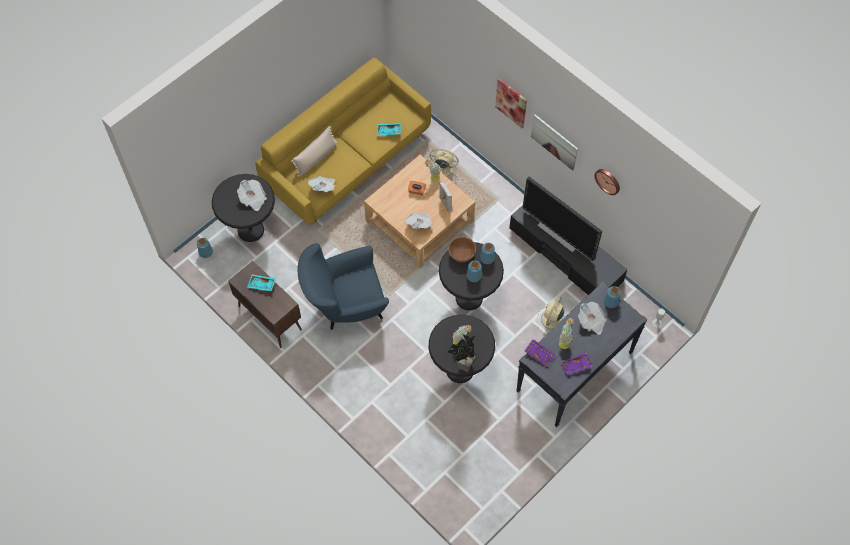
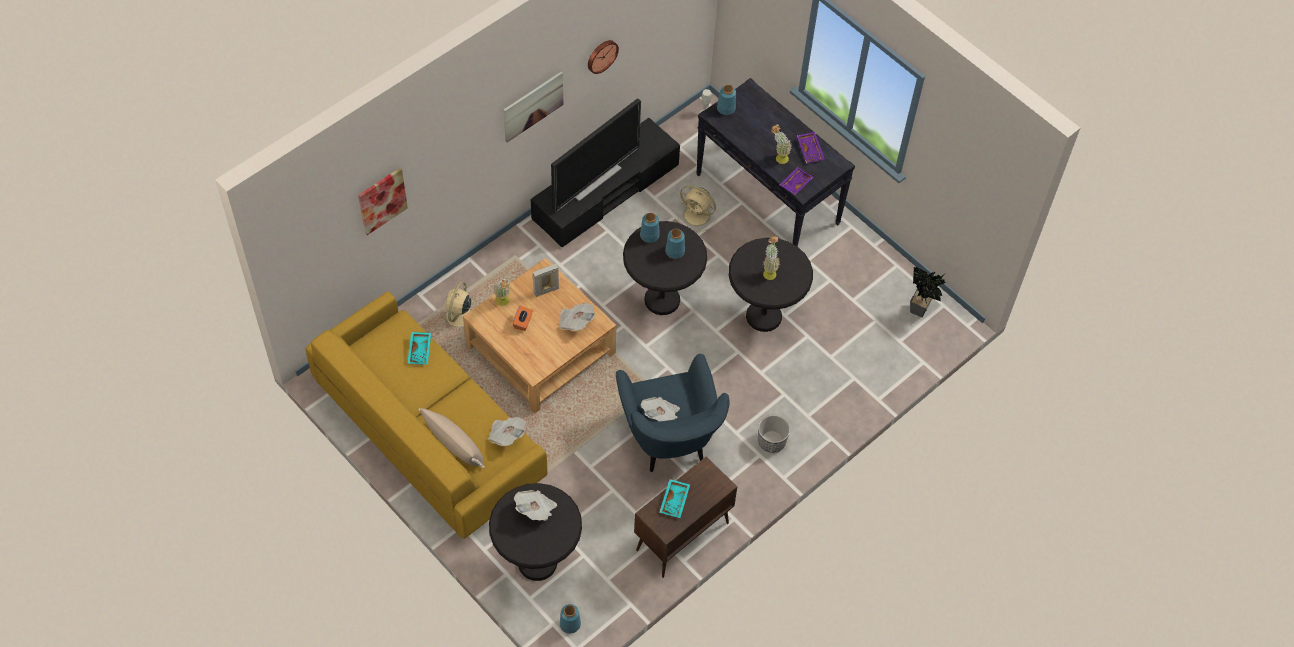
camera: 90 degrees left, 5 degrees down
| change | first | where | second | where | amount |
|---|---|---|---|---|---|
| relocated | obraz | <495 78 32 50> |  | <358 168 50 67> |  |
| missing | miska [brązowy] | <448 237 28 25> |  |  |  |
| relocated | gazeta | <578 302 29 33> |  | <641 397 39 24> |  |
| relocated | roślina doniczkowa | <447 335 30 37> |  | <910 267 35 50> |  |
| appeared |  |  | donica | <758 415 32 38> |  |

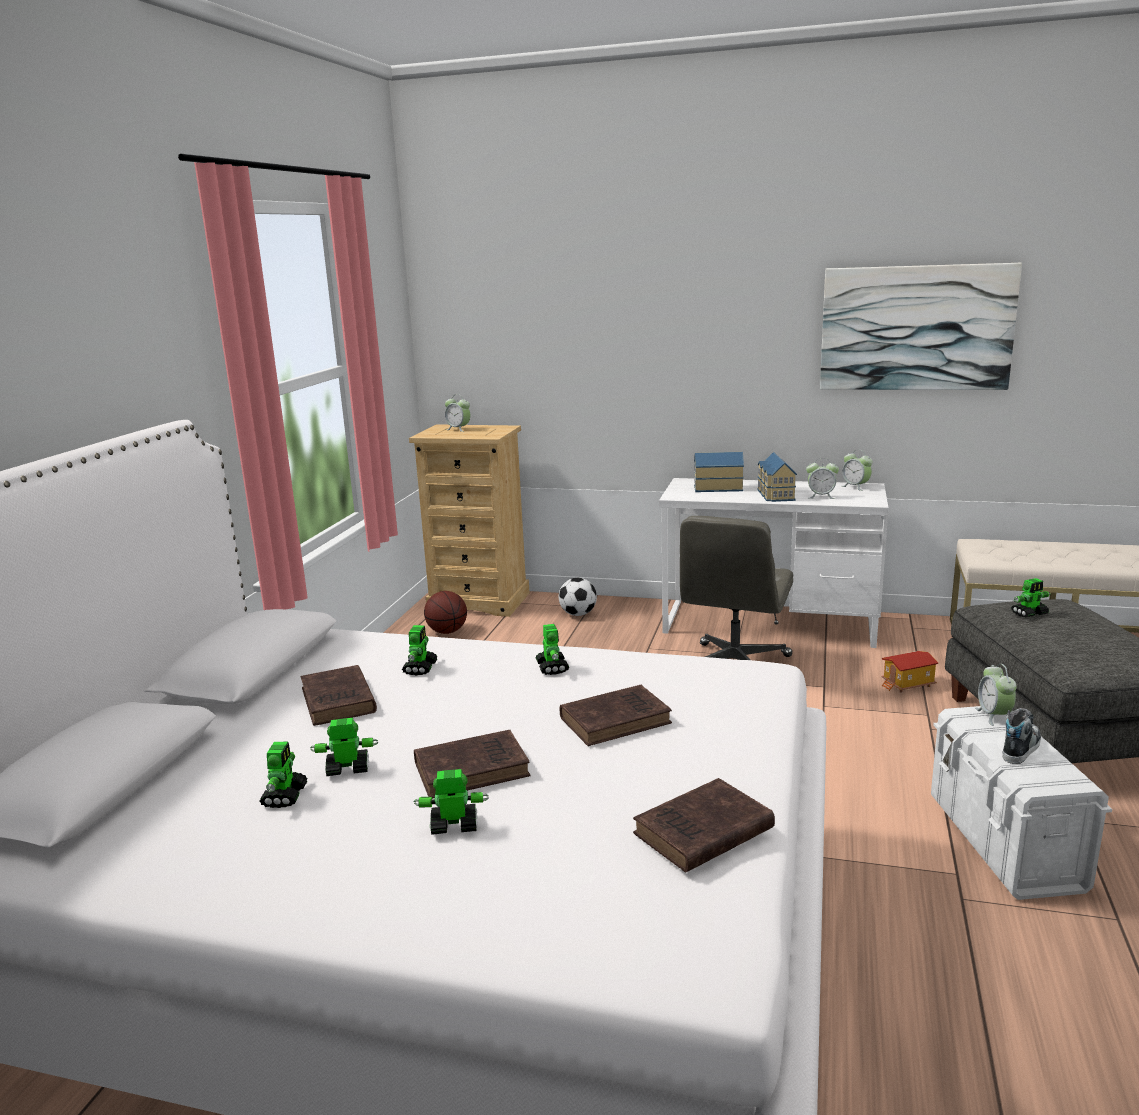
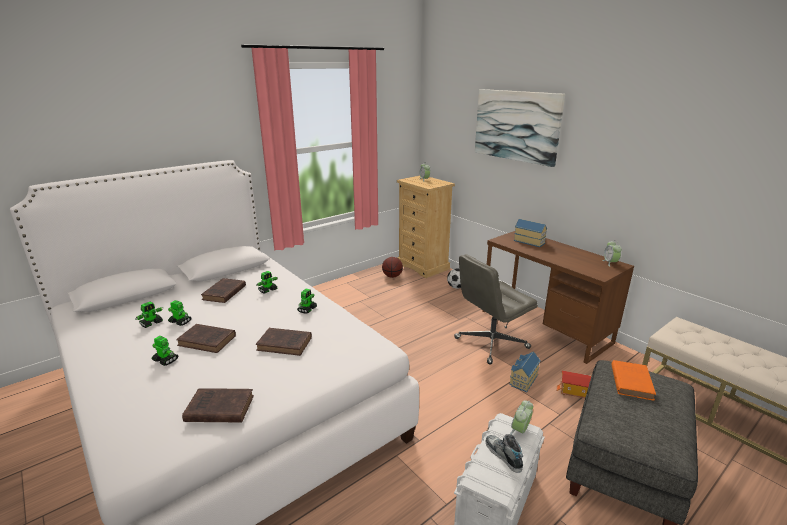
camera: 35 degrees right, 5 degrees up
| change | first | where | second | where | amount |
|---|---|---|---|---|---|
| relocated | obraz | <820 263 202 127> |  | <475 89 90 78> |  |
| relocated | domek | <757 452 40 50> |  | <509 351 32 41> |  |
| missing | budzik | <806 458 33 41> |  |  |  |
| colour | biurko [biały] | <659 478 230 170> | biurko [brązowy] | <482 231 152 133> |  |
| exchanged | robot zabawkowy | <1011 578 39 40> | książka [pomarańczowy] | <611 360 45 40> |  |
| spun | but | <1002 708 39 56> |  | <486 434 37 39> | 105 degrees counterclockwise |

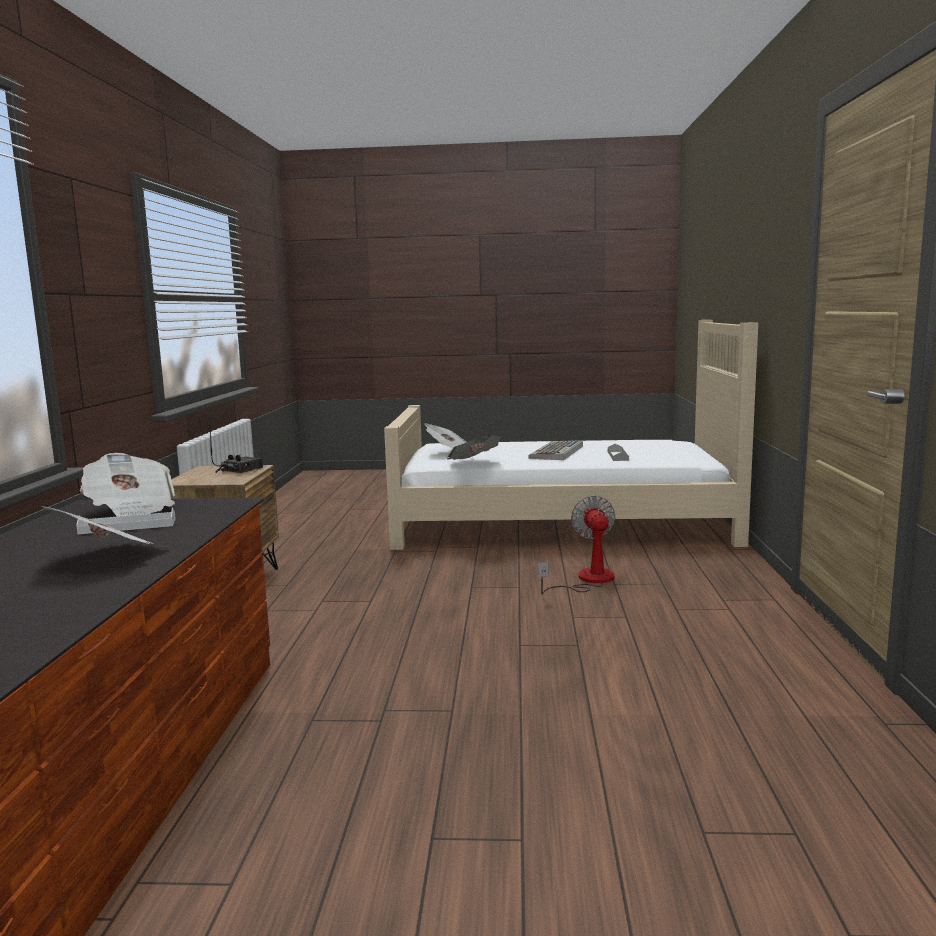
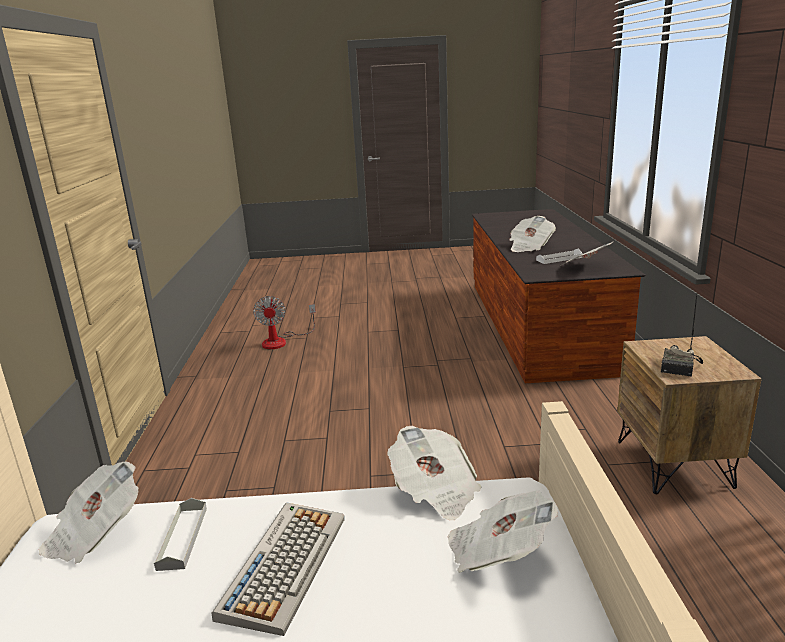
camera: 175 degrees right, 10 degrees up
| change | first | where | second | where | amount |
|---|---|---|---|---|---|
| relocated | wentylator | <538 495 77 100> |  | <253 296 63 53> |  |
| appeared |  |  | gazeta | <39 461 100 102> |  |

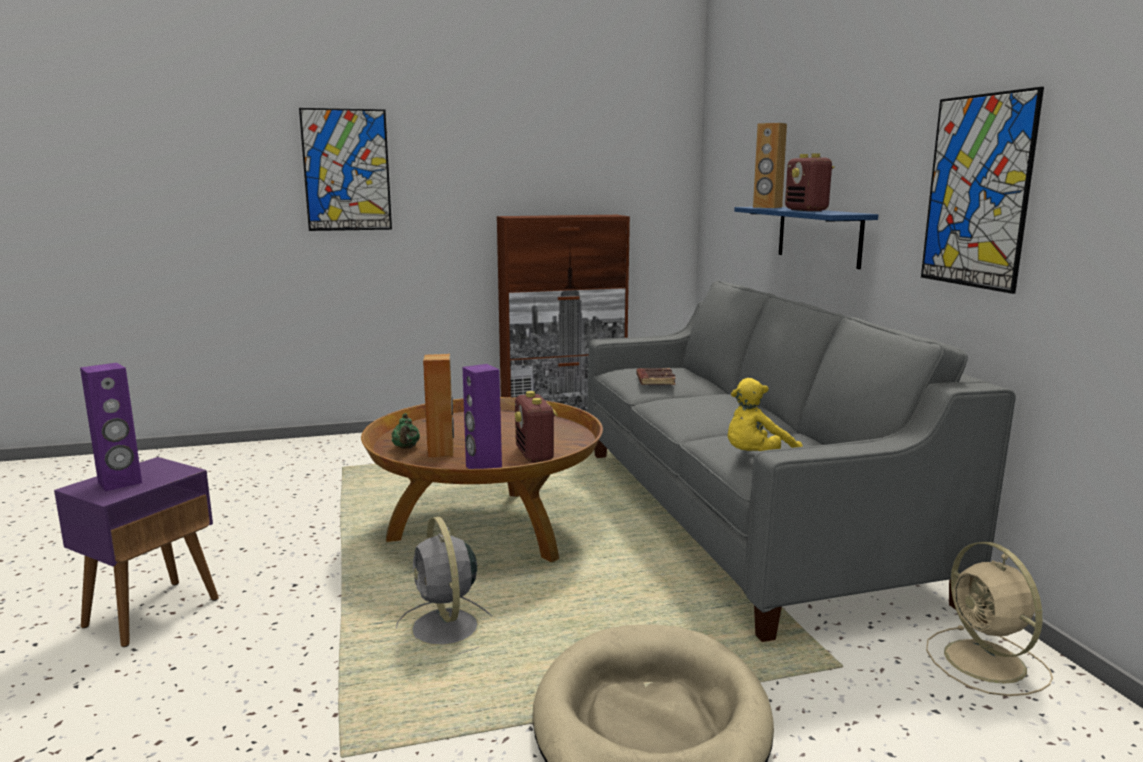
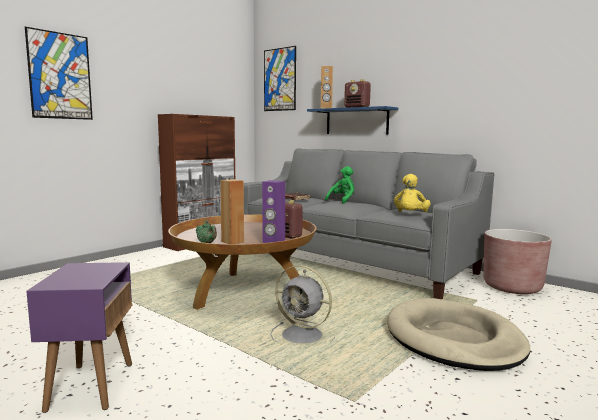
camera: 35 degrees left, 5 degrees down
| change | first | where | second | where | amount |
|---|---|---|---|---|---|
| relocated | obraz | <921 87 123 207> |  | <264 46 32 65> |  |
| missing | głośnik [fioletowy] | <80 363 62 128> |  |  |  |
| exchanged | wentylator [beżowy] | <926 542 127 154> | donica [brązowy] | <484 229 68 65> |  |
| appeared |  |  | pluszak [zielony] | <325 166 29 38> |  |

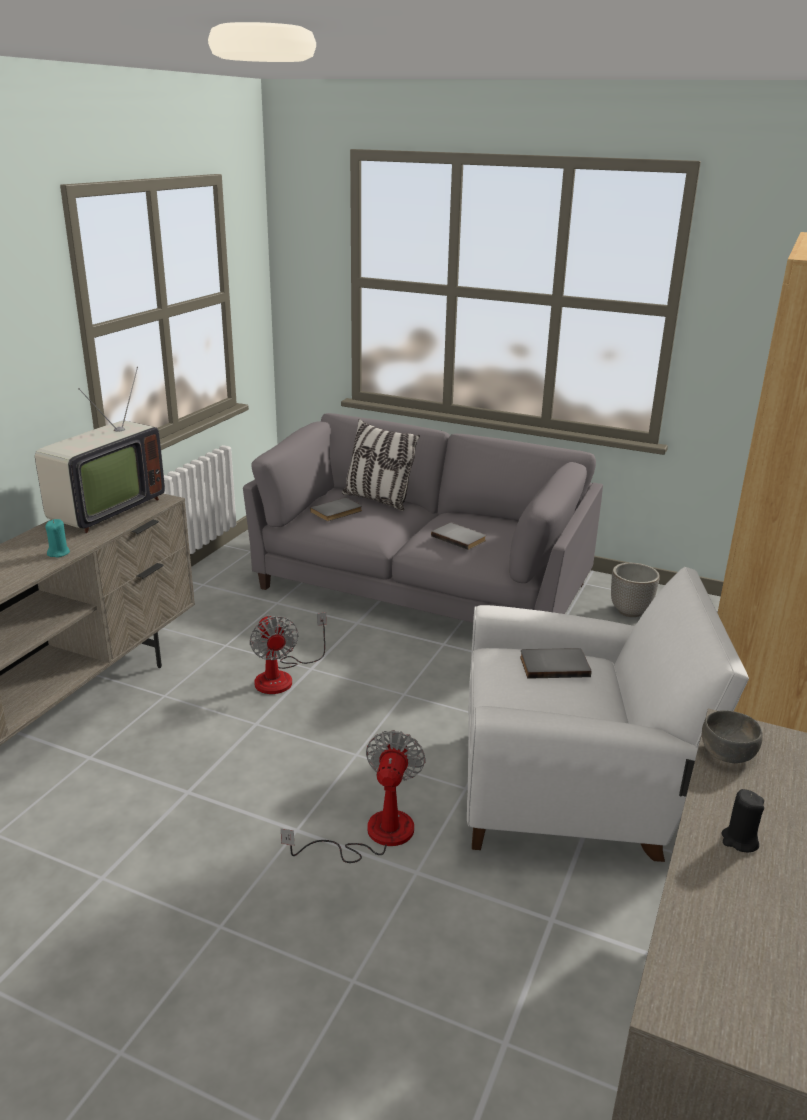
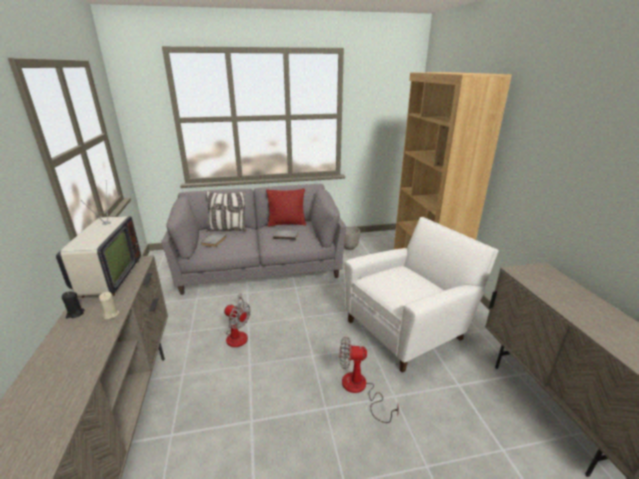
camera: 35 degrees left, 0 degrees up
| change | first | where | second | where | amount |
|---|---|---|---|---|---|
| colour | świeca [turkusowy] | <45 519 25 39> | świeca [beżowy] | <99 292 20 28> |  |
| missing | książka [szary] | <520 648 72 31> |  |  |  |
| missing | miska [szary] | <702 710 61 53> |  |  |  |
| spun | wentylator | <281 730 145 133> |  | <340 336 59 87> | 60 degrees counterclockwise |
| relocated | świeca [czarny] | <721 789 43 63> |  | <62 291 22 27> |  |
| appeared |  |  | poduszka [czerwony] | <266 188 40 39> |  |

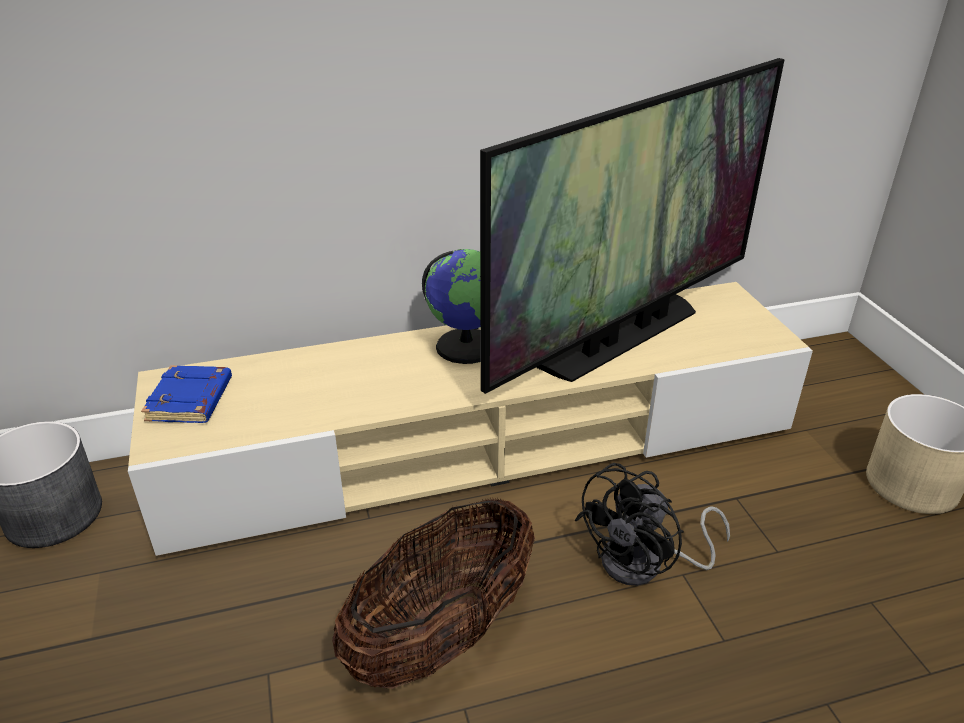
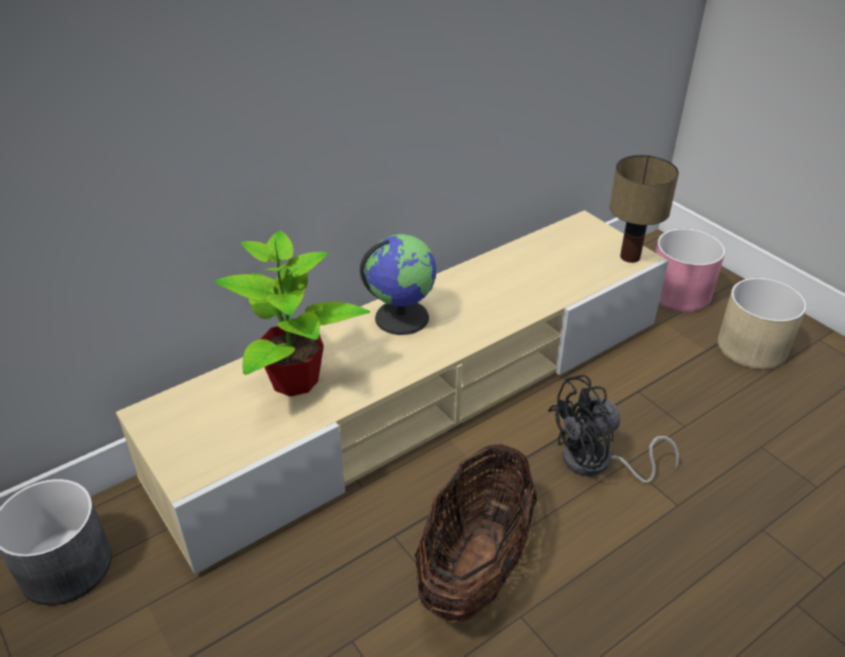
camera: 20 degrees left, 5 degrees up
| change | first | where | second | where | amount |
|---|---|---|---|---|---|
| missing | telewizor | <480 58 305 336> |  |  |  |
| missing | książka [niebieski] | <141 365 91 58> |  |  |  |
| spun | wentylator [czarny] | <575 463 155 123> |  | <548 375 131 109> | 45 degrees clockwise |
| appeared |  |  | lampa stołowa | <609 155 70 108> |  |
| appeared |  |  | donica [różowy] | <655 228 70 84> |  |
| appeared |  |  | roślina doniczkowa | <214 230 156 167> |  |

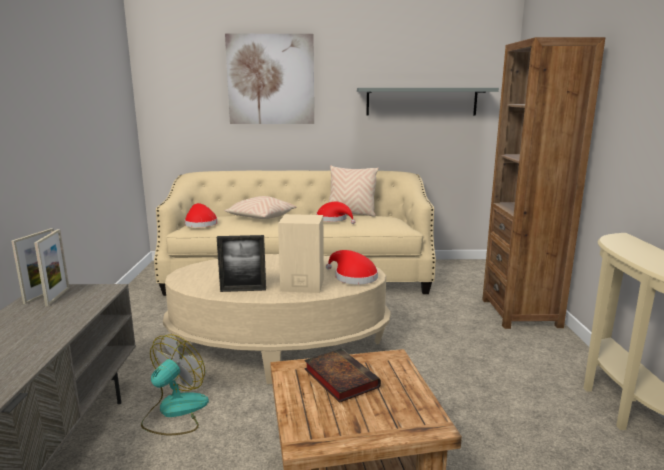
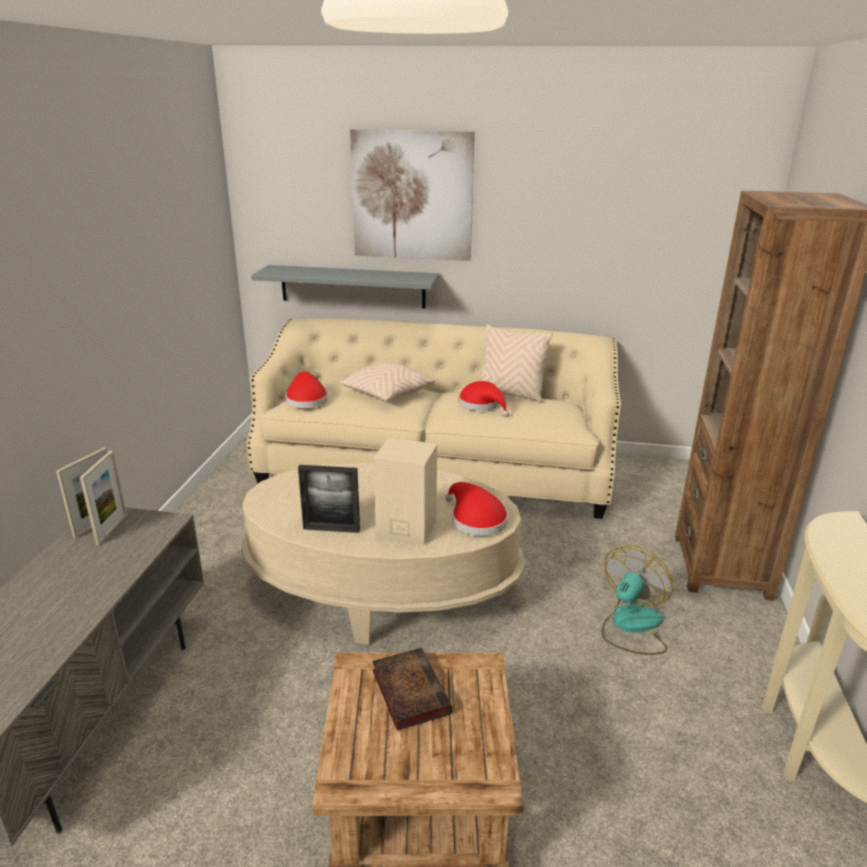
camera: 10 degrees right, 10 degrees up
| change | first | where | second | where | amount |
|---|---|---|---|---|---|
| relocated | półka [szary] | <357 88 142 28> |  | <251 265 188 43> |  |
| relocated | wentylator | <141 334 68 101> |  | <602 545 71 110> |  |

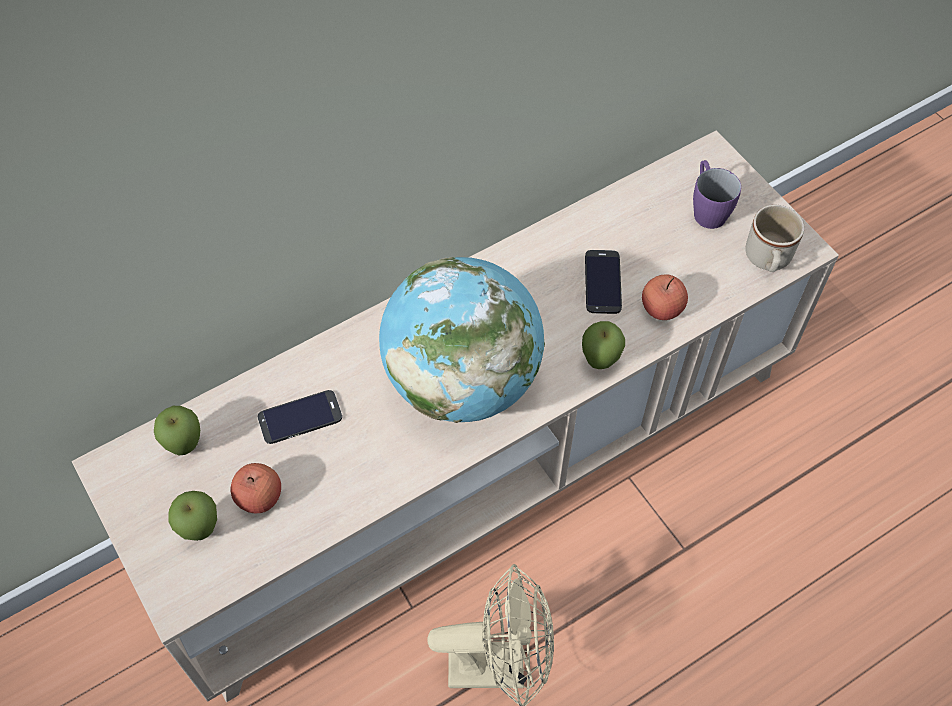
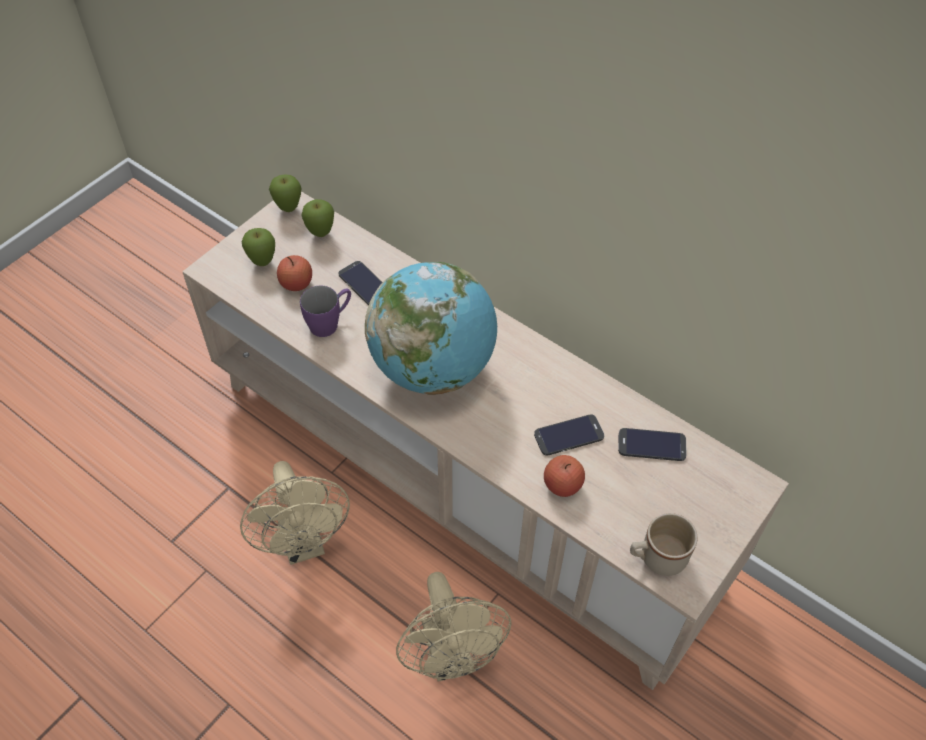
camera: 70 degrees right, 5 degrees down
| change | first | where | second | where | amount |
|---|---|---|---|---|---|
| relocated | kubek [fioletowy] | <693 160 48 69> |  | <300 285 51 52> |  |
| relocated | jabłko | <582 321 43 48> |  | <269 175 32 37> |  |
| appeared |  |  | telefon | <618 428 68 33> |  |
| appeared |  |  | wentylator [beżowy] | <396 572 116 110> |  |

